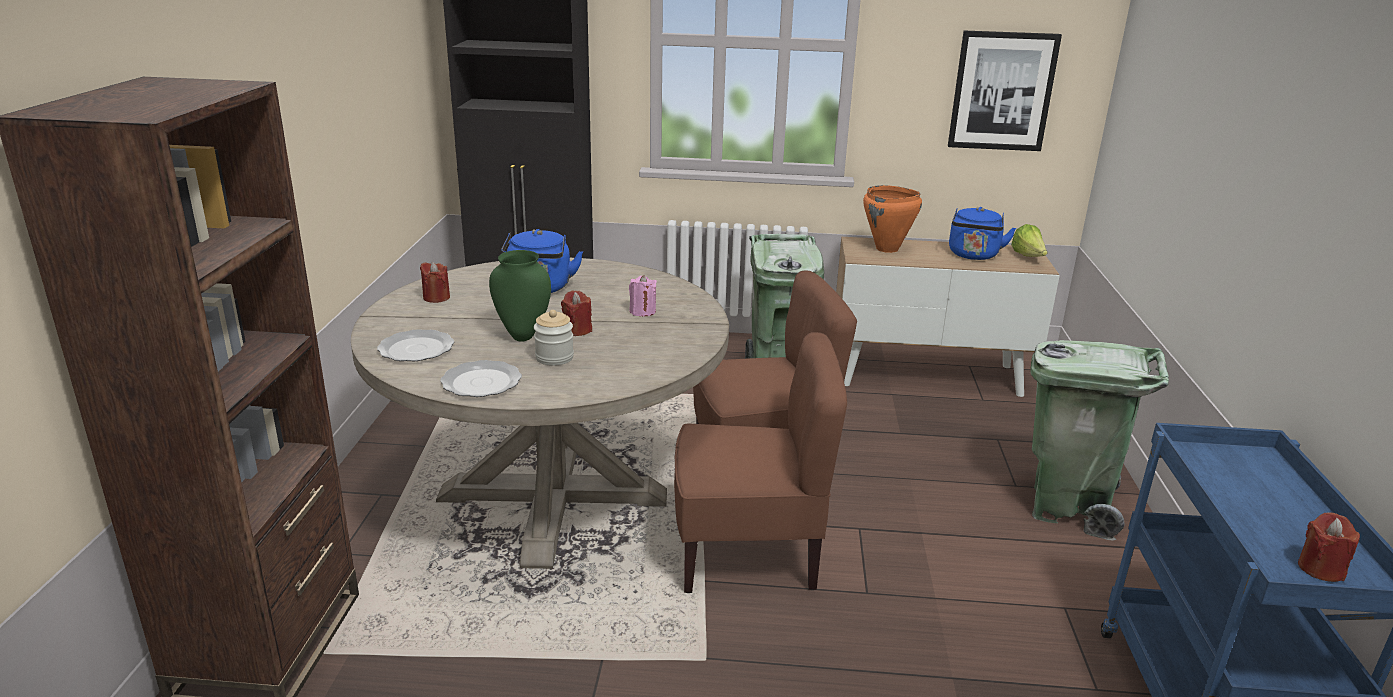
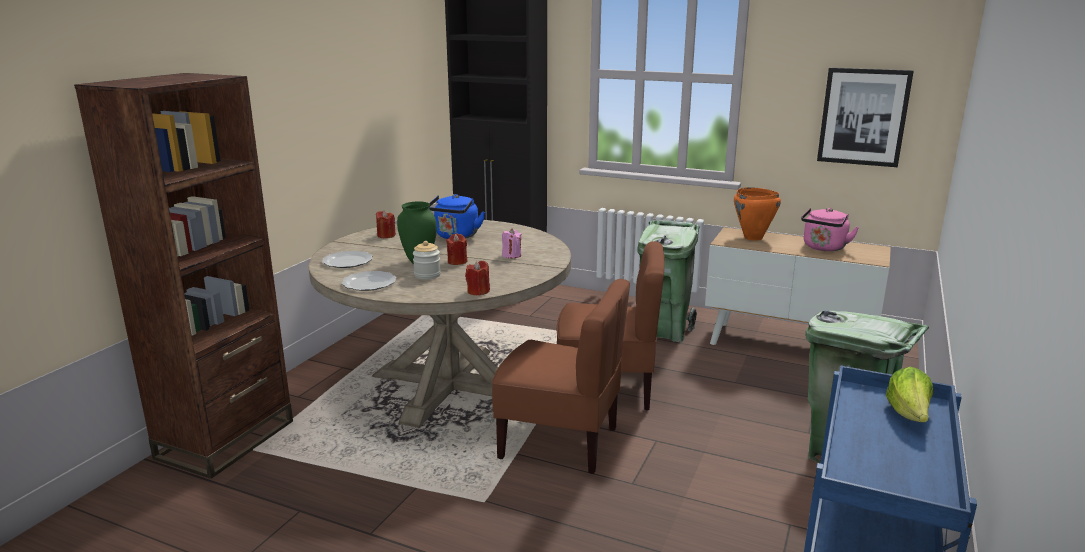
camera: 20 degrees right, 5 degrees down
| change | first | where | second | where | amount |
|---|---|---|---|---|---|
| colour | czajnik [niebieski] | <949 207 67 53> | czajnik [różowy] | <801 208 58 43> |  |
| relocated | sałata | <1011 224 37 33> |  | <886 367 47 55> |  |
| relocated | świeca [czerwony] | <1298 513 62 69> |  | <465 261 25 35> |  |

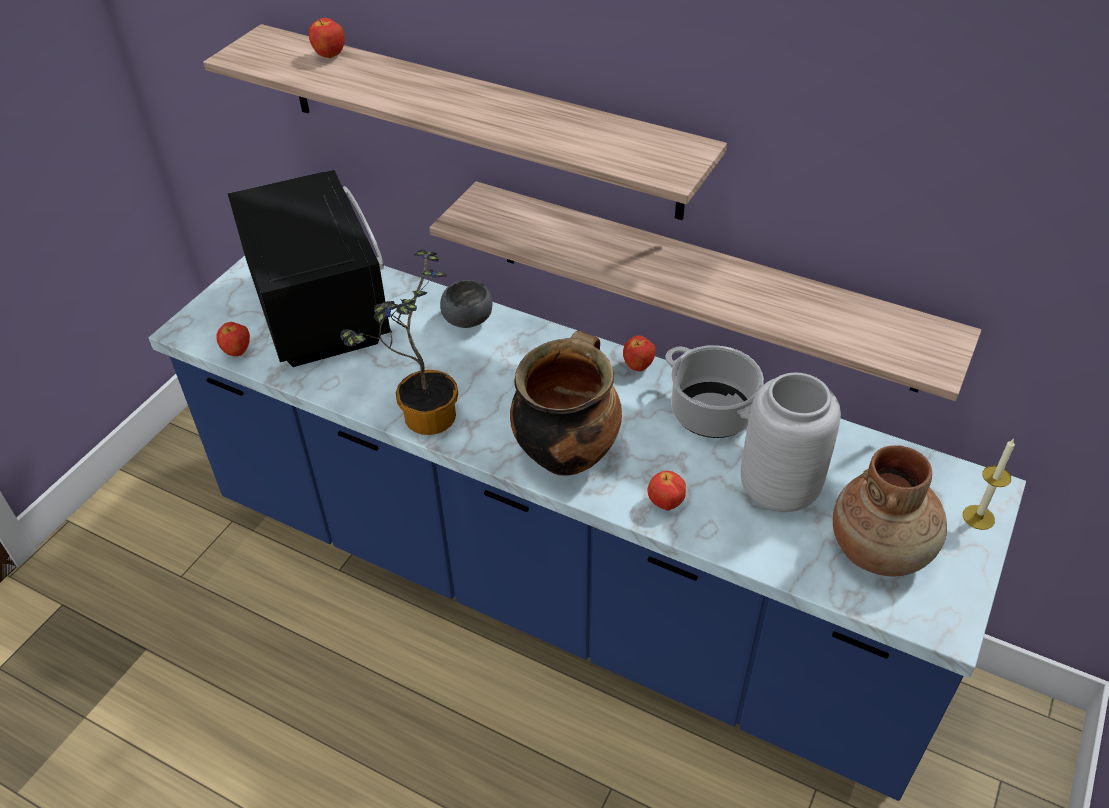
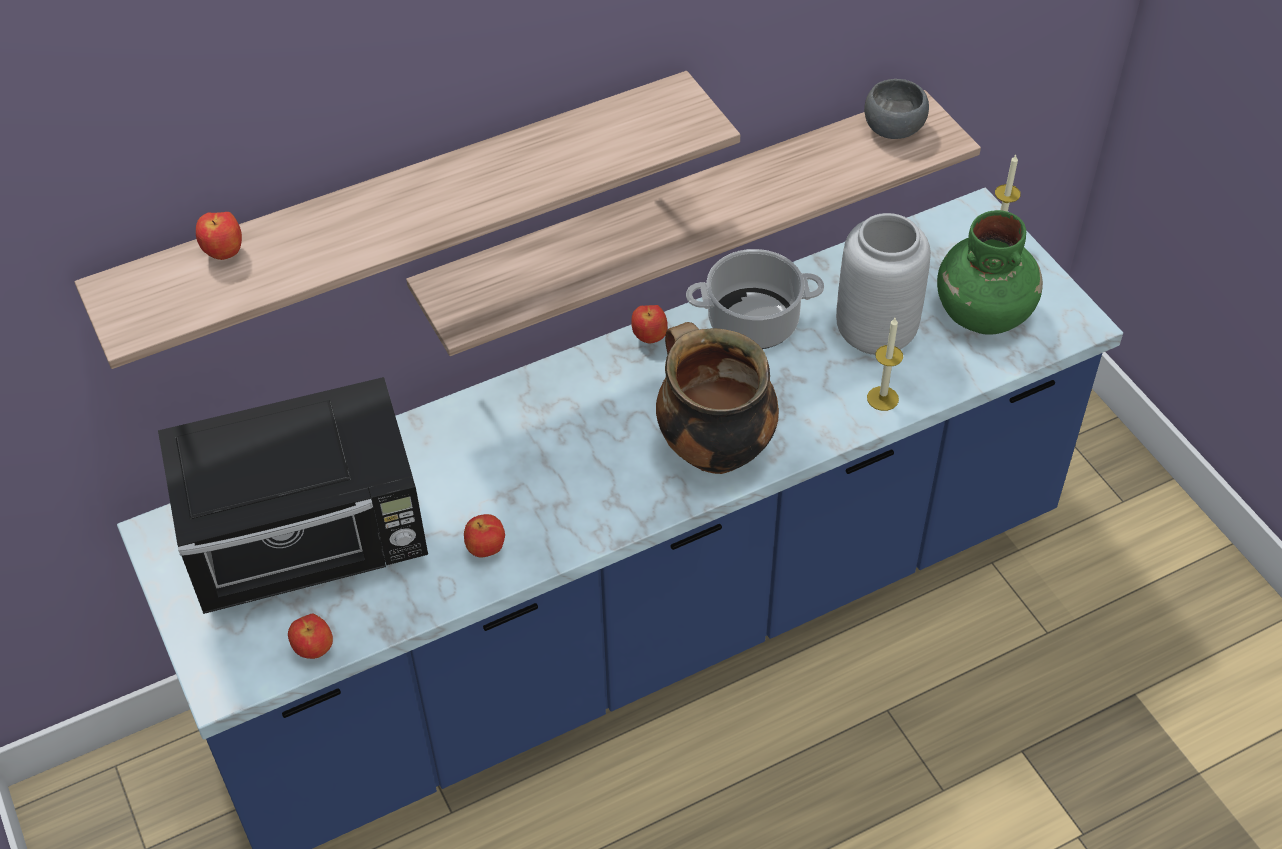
camera: 55 degrees left, 5 degrees up
| change | first | where | second | where | amount |
|---|---|---|---|---|---|
| spun | mikrofalówka [czarny] | <228 170 164 197> |  | <158 377 270 237> | 150 degrees clockwise |
| missing | roślina doniczkowa | <340 249 118 186> |  |  |  |
| relocated | miska [szary] | <440 280 52 48> |  | <864 79 65 60> |  |
| colour | wazon [brązowy] | <833 445 114 131> | wazon [zielony] | <937 210 106 125> |  |
| relocated | jabłko | <647 470 39 41> |  | <464 514 41 44> |  |
| appeared |  |  | świeca | <867 318 36 93> |  |

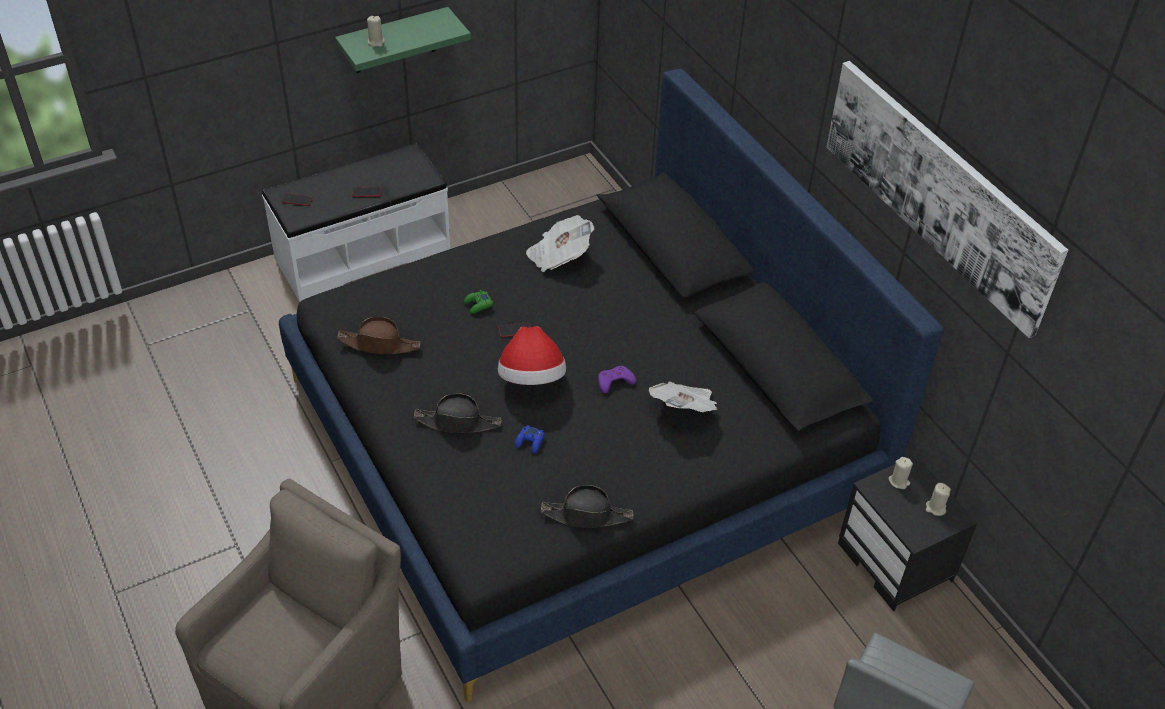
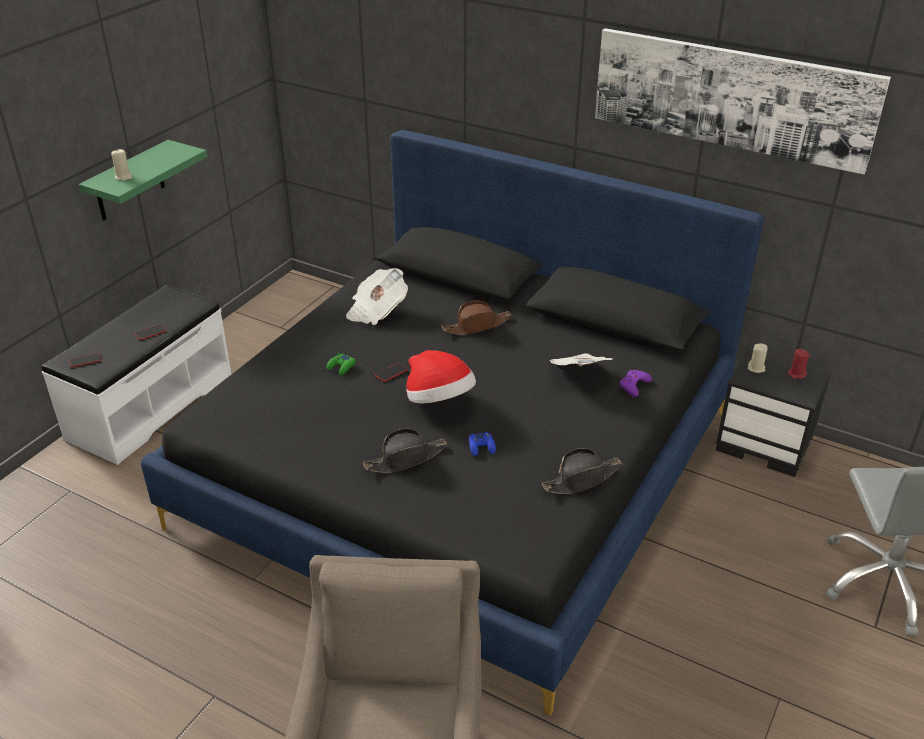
camera: 30 degrees left, 10 degrees down
| change | first | where | second | where | amount |
|---|---|---|---|---|---|
| relocated | kapelusz [brązowy] | <337 317 84 37> |  | <441 300 70 35> |  |
| relocated | pad do gier [fioletowy] | <598 366 38 27> |  | <620 370 32 27> |  |
| colour | świeca [beżowy] | <926 483 25 33> | świeca [czerwony] | <788 349 22 30> |  |

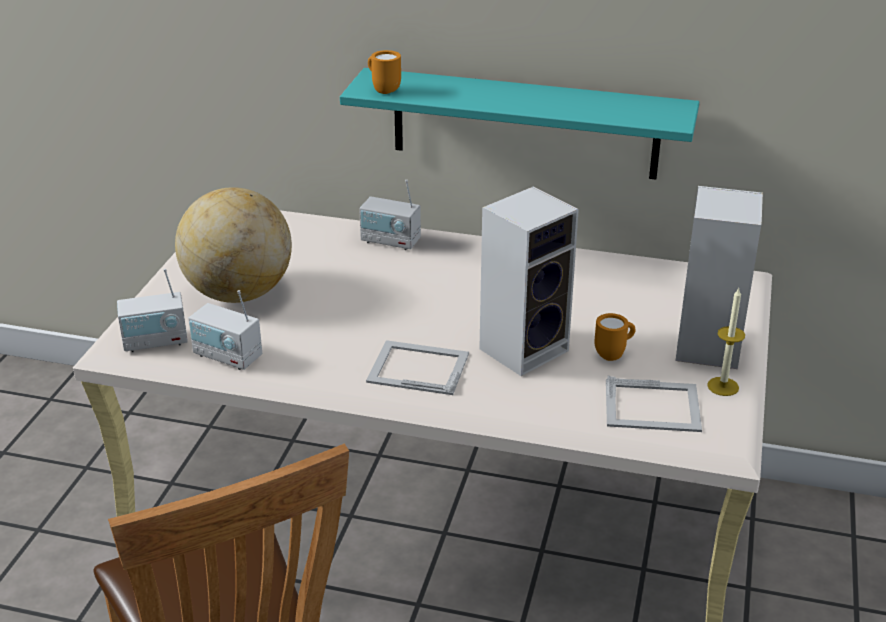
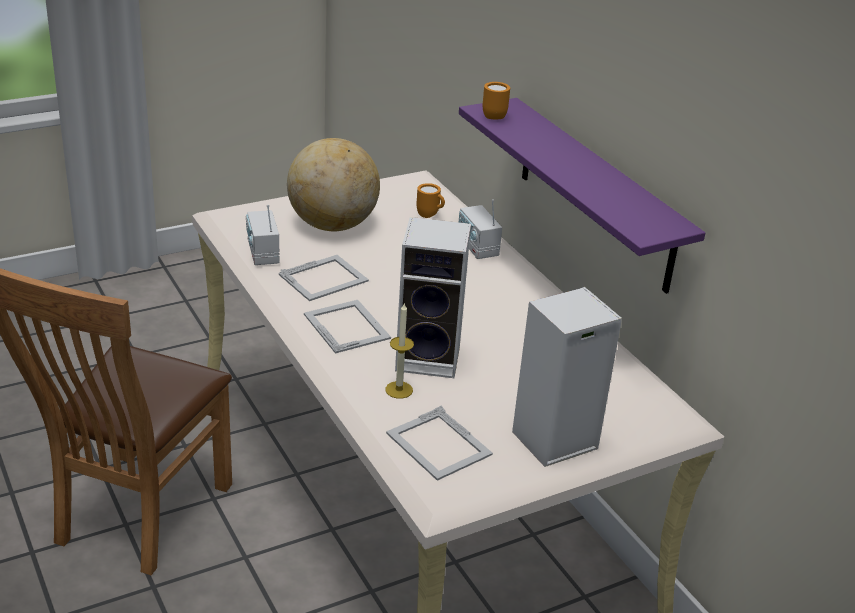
camera: 45 degrees right, 0 degrees up
| change | first | where | second | where | amount |
|---|---|---|---|---|---|
| colour | półka [turkusowy] | <340 68 359 111> | półka [fioletowy] | <459 98 246 196> |  |
| missing | radio | <117 268 71 84> |  |  |  |
| relocated | świeca | <707 288 38 108> |  | <385 302 29 97> |  |
| relocated | kubek [pomarańczowy] | <594 313 41 48> |  | <416 183 29 35> |  |
| appeared |  |  | ramka na zdjęcie | <279 255 90 46> |  |

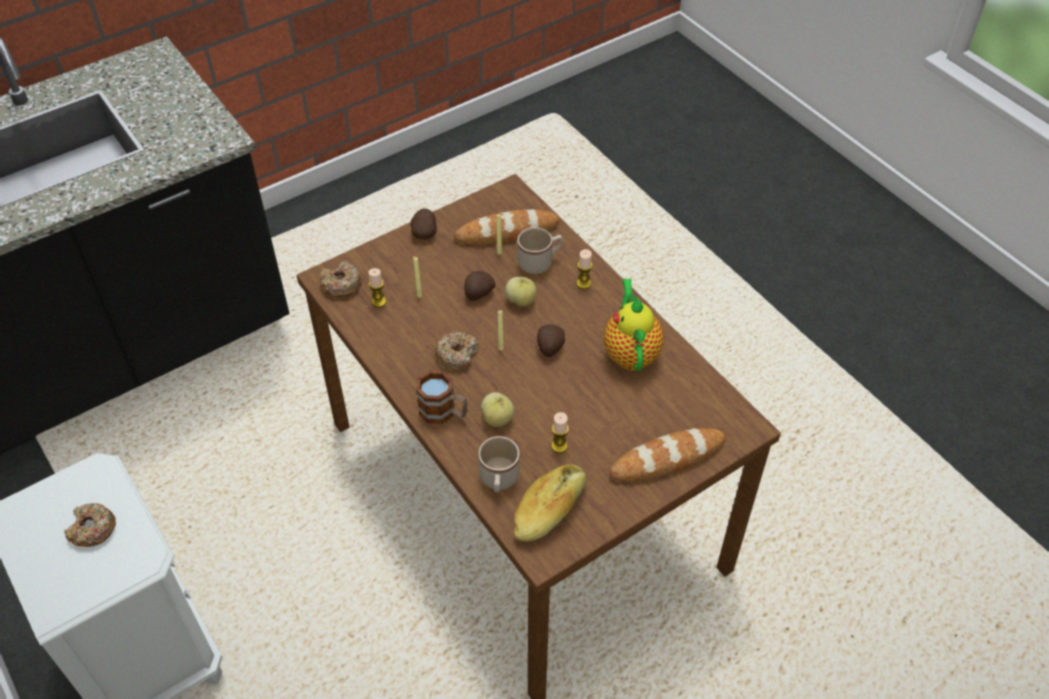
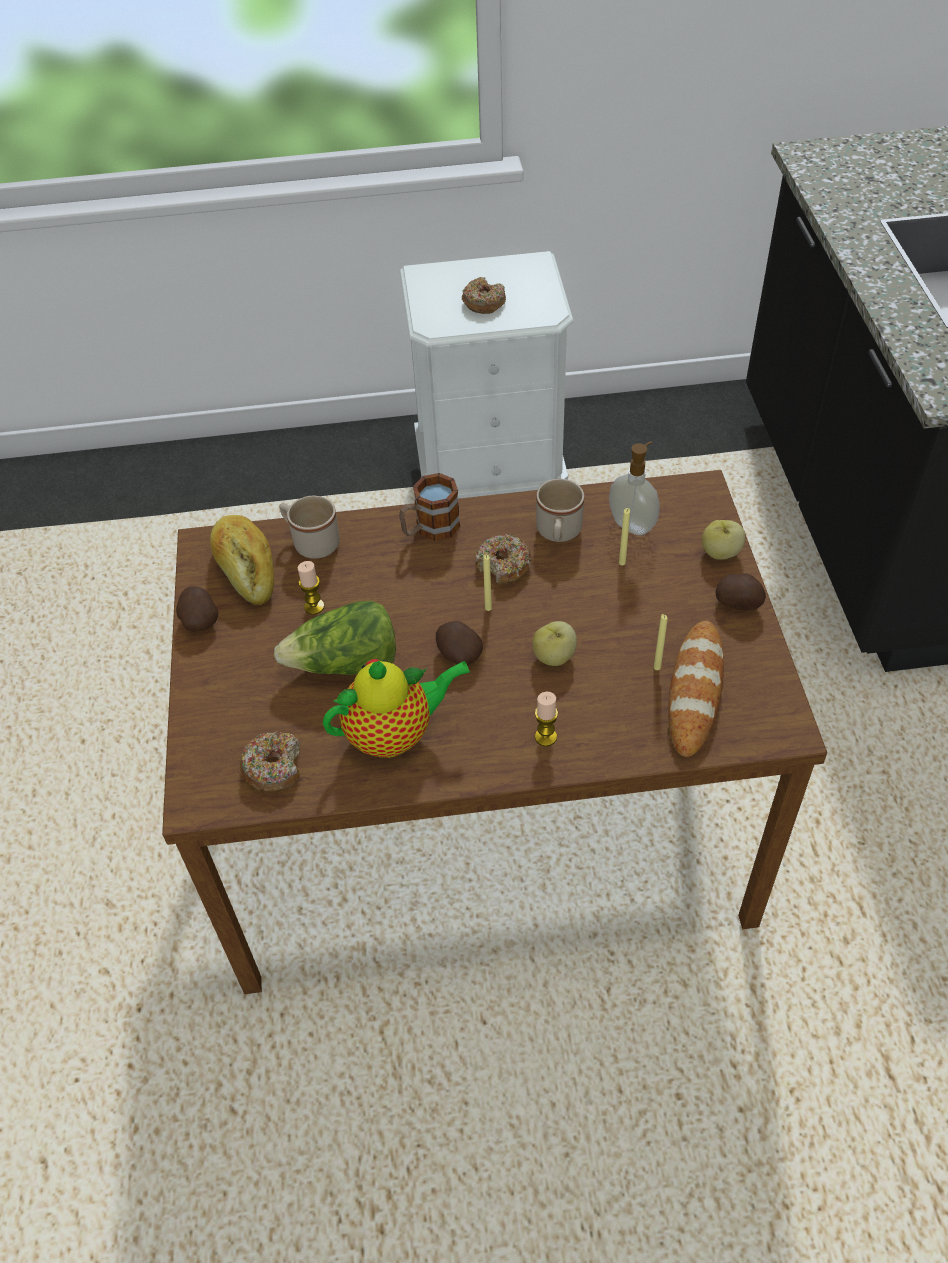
camera: 120 degrees right, 0 degrees up
| change | first | where | second | where | amount |
|---|---|---|---|---|---|
| relocated | kubek [beżowy] | <517 227 45 47> |  | <536 479 48 63> |  |
| relocated | donut | <320 261 42 36> |  | <240 731 60 60> |  |
| exchanged | świeca | <368 268 18 39> | dozownik mydła | <609 441 51 94> |  |
| relocated | ziemniak | <464 271 31 29> |  | <176 586 42 46> |  |
| spun | imbryk | <604 279 60 92> |  | <323 659 147 99> | 45 degrees counterclockwise |
| relocated | jabłko | <481 392 33 35> |  | <702 520 43 40> |  |
| missing | chleb | <609 428 117 54> |  |  |  |
| appeared |  |  | sałata | <274 601 122 74> |  |

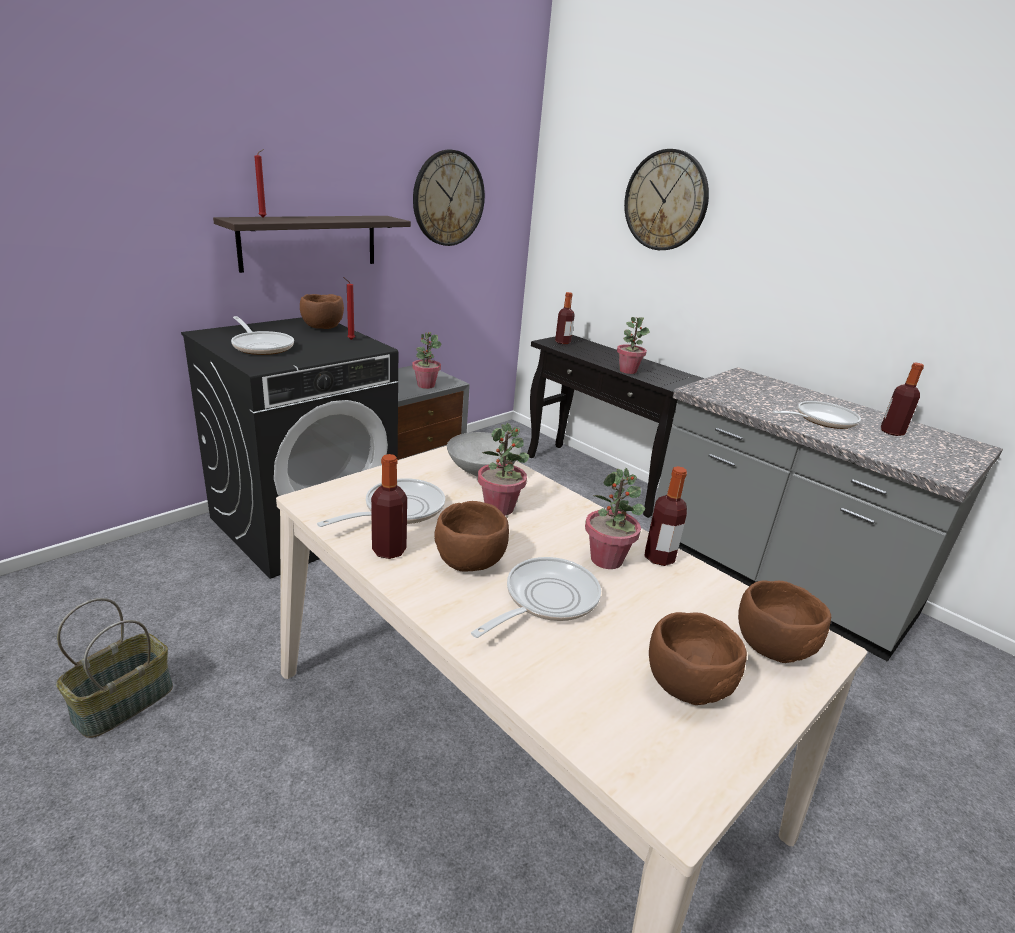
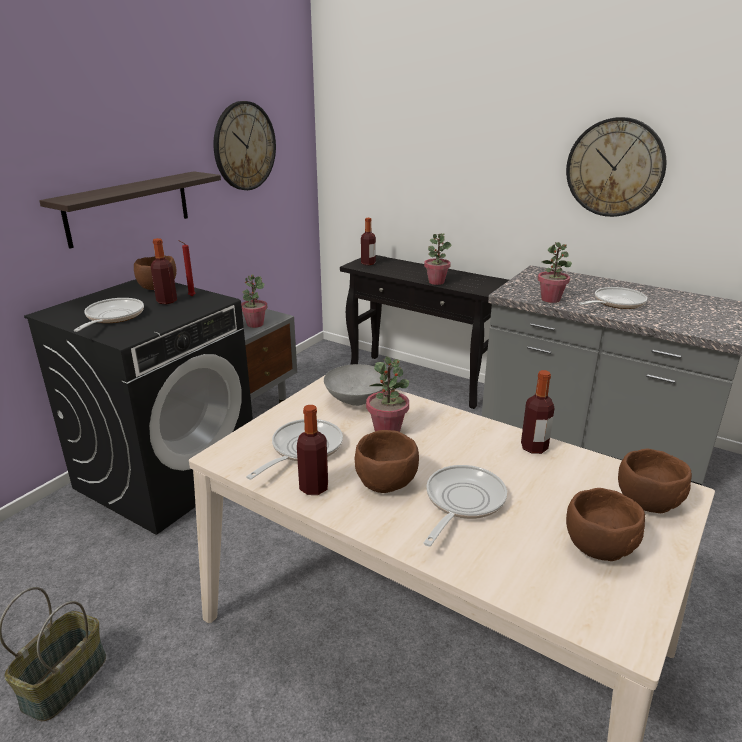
camera: 10 degrees left, 0 degrees up
| change | first | where | second | where | amount |
|---|---|---|---|---|---|
| missing | świeca [czerwony] | <254 149 13 68> |  |  |  |
| relocated | zegar ścienny | <624 149 85 101> |  | <566 117 101 100> |  |
| spun | patelnia | <231 316 63 39> |  | <74 298 70 34> | 120 degrees counterclockwise |
| relocated | butelka | <881 363 43 73> |  | <151 238 26 66> |  |
| relocated | roślina doniczkowa | <585 468 60 101> |  | <538 242 34 61> |  |

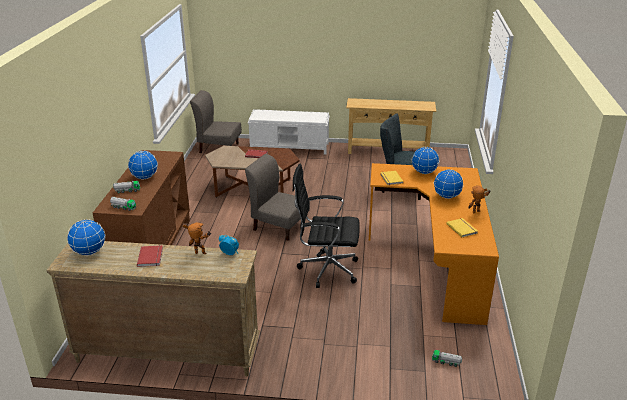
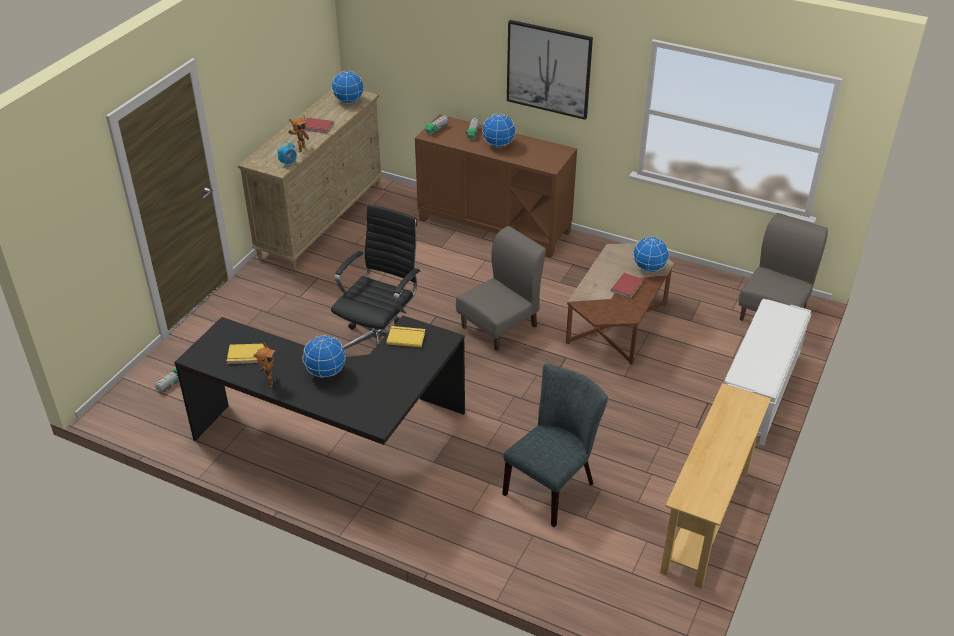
camera: 110 degrees right, 10 degrees up
| change | first | where | second | where | amount |
|---|---|---|---|---|---|
| relocated | globus | <412 147 27 27> |  | <633 237 36 35> |  |
| colour | biurko [pomarańczowy] | <369 163 130 162> | biurko [czarny] | <174 316 291 129> |  |
| appeared |  |  | obraz | <507 20 86 100> |  |

